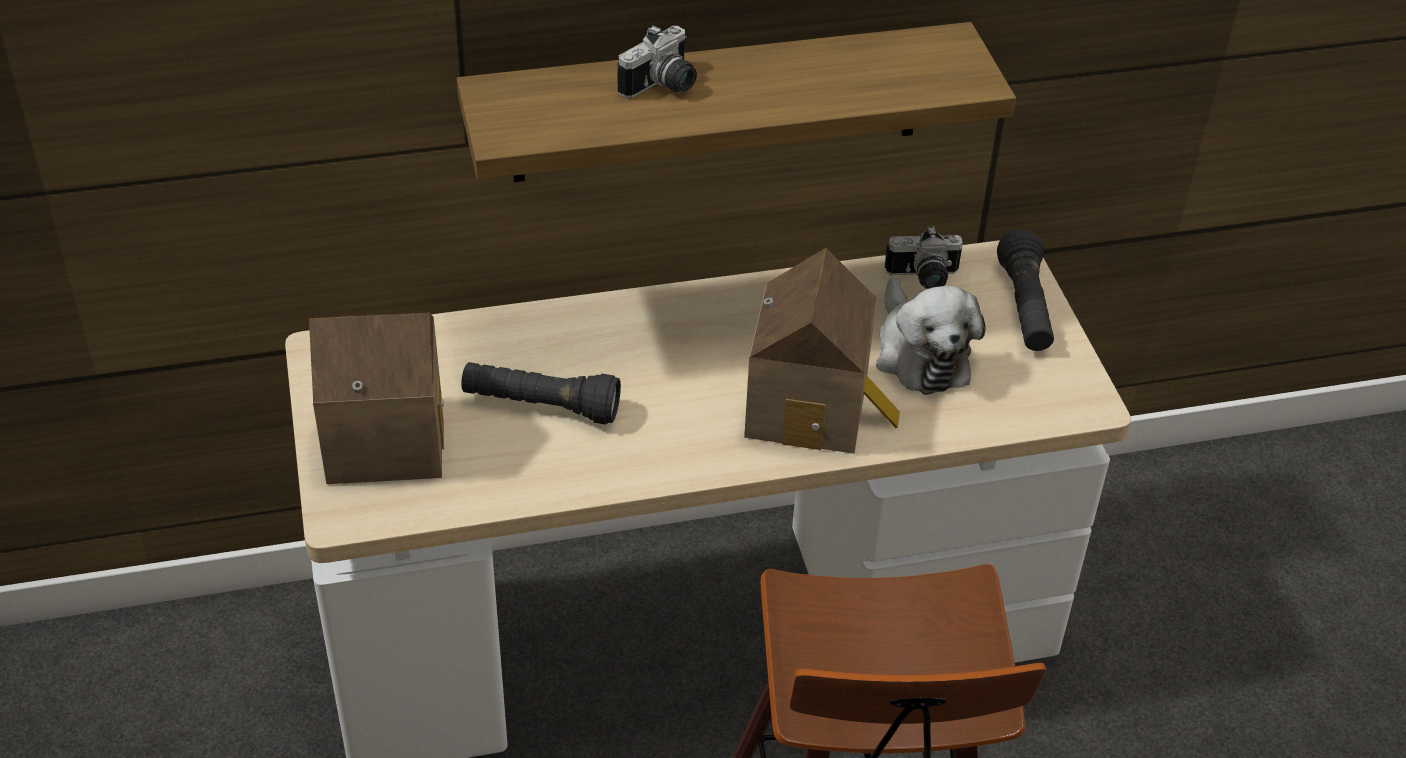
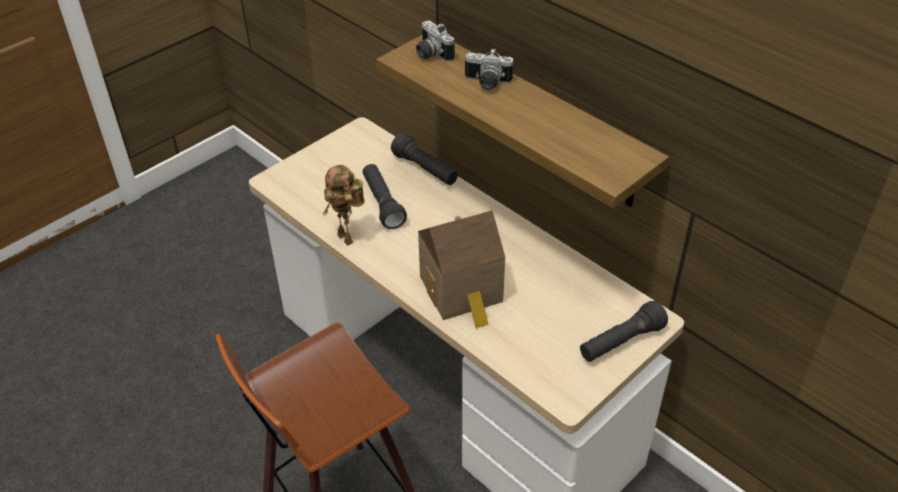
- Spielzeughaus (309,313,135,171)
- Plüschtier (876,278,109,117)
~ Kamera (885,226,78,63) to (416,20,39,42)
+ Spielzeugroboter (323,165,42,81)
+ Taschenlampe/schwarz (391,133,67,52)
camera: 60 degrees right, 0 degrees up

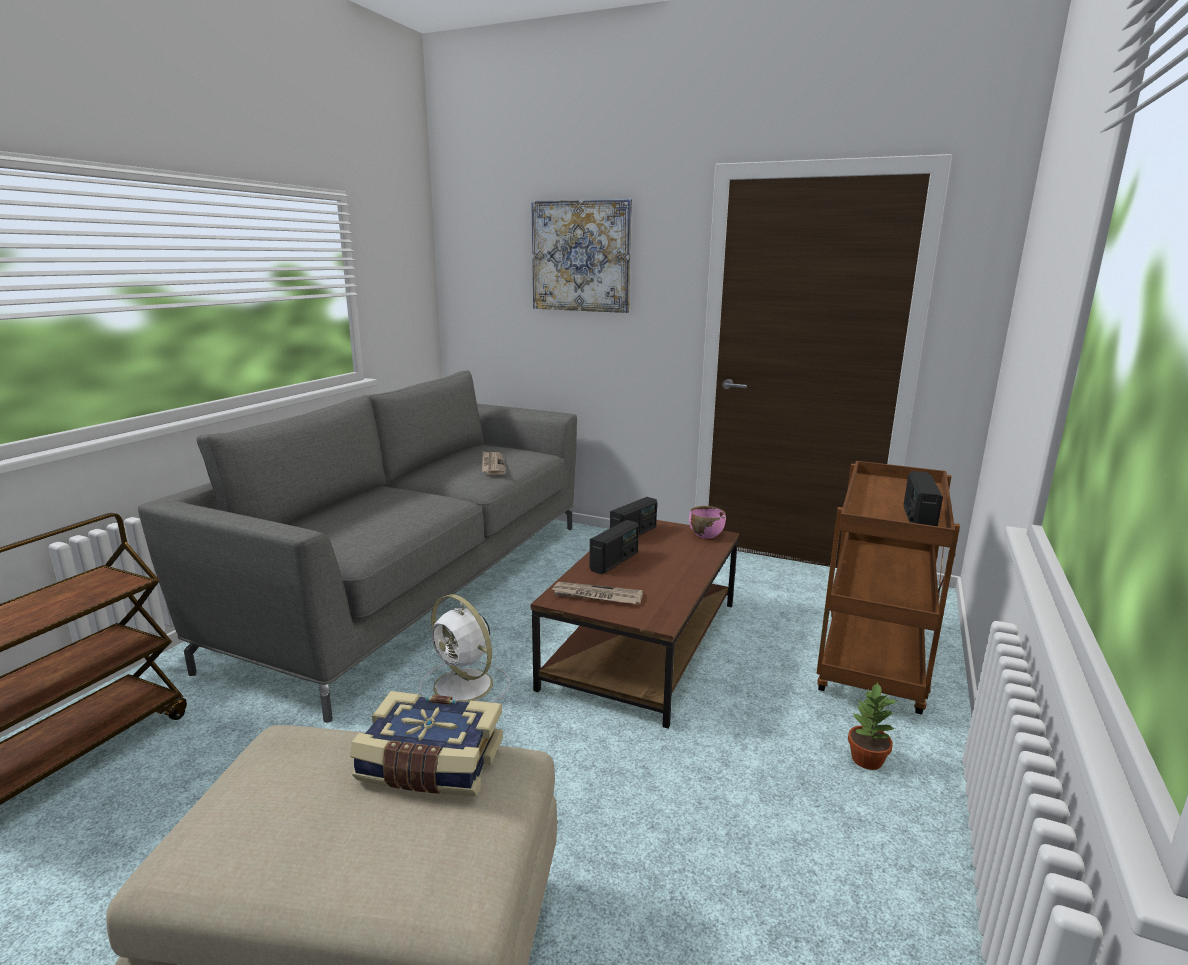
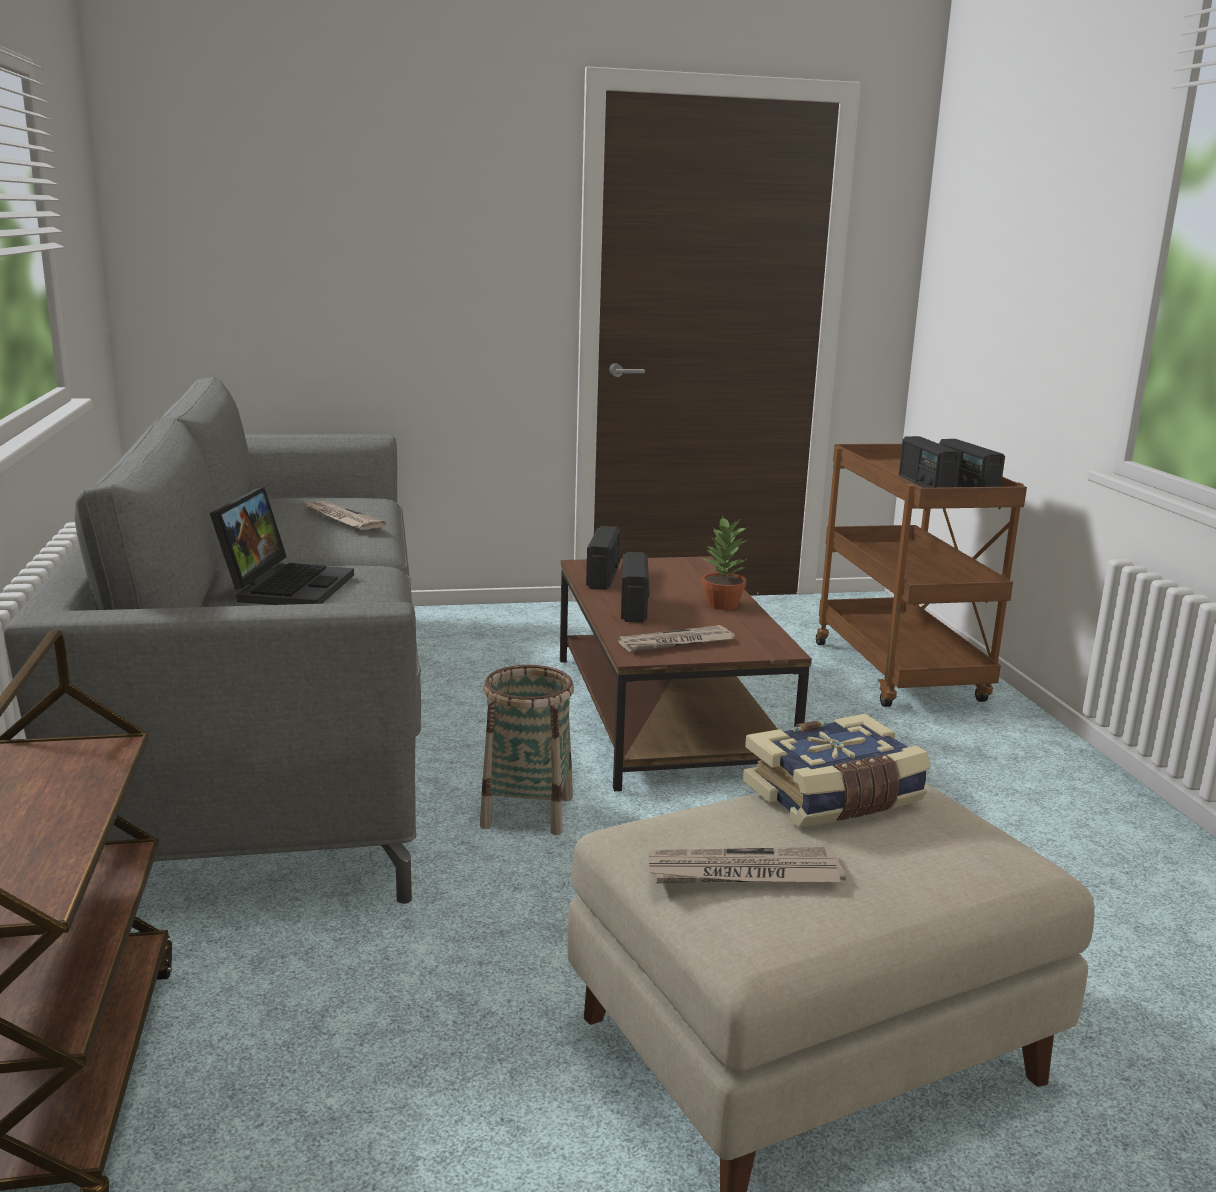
~ Ventilator/weiß (419,594,91,109) to Korb (480,665,94,170)
- Bild (531,199,101,114)
- Schüssel/rosa (689,506,37,33)
~ Topfpflanze (848,682,50,88) to (702,516,45,94)
+ Laptop (210,487,144,118)
+ Zeitung (648,847,198,37)
+ Radio (899,436,62,52)
camera: 35 degrees left, 0 degrees up

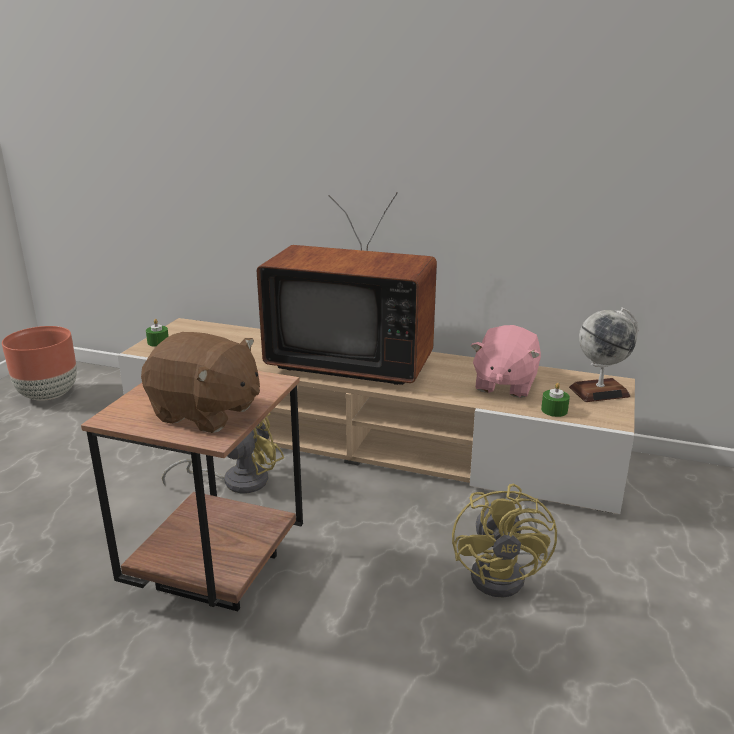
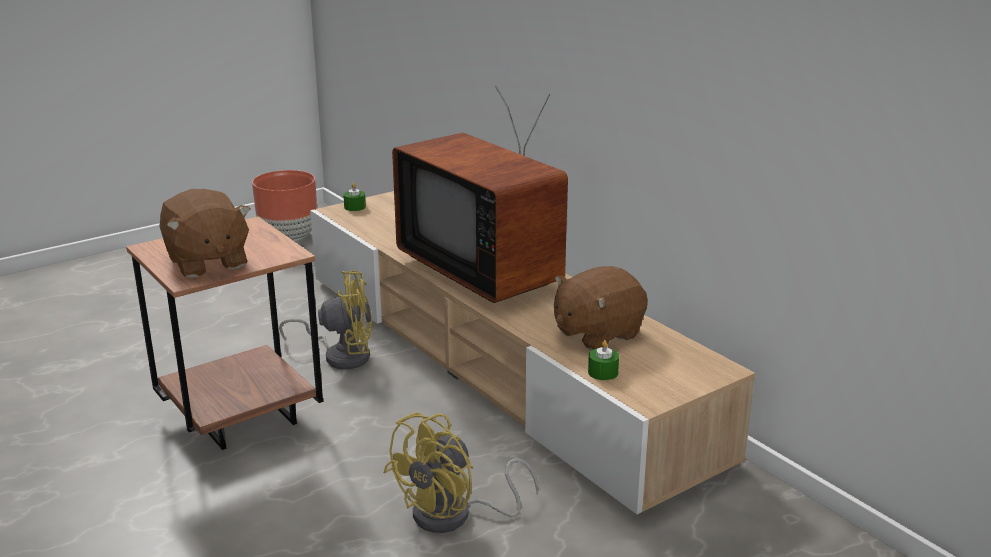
~ Plüschtier/rosa (471,325,70,73) to Plüschtier/braun (554,266,94,84)
- Globus (569,307,69,95)
camera: 35 degrees right, 0 degrees up

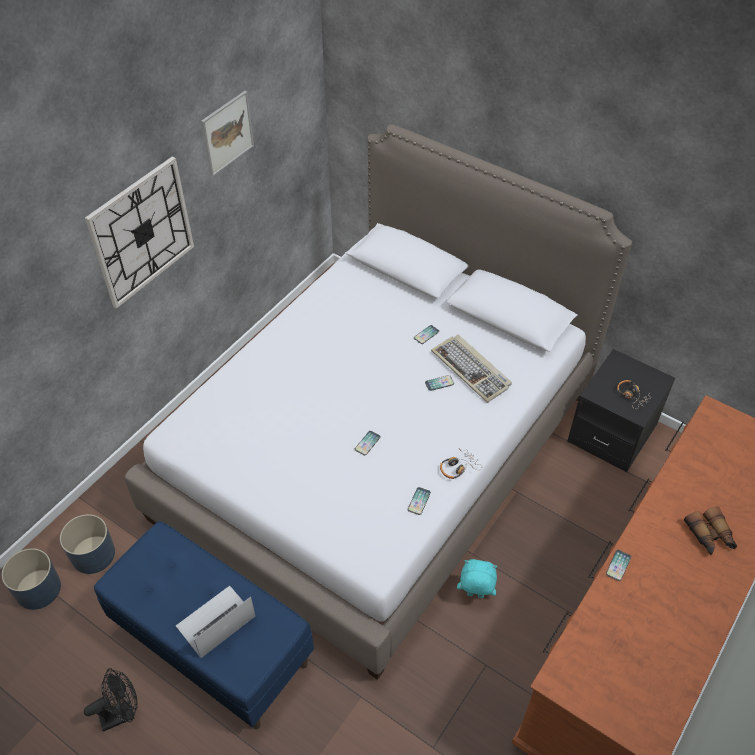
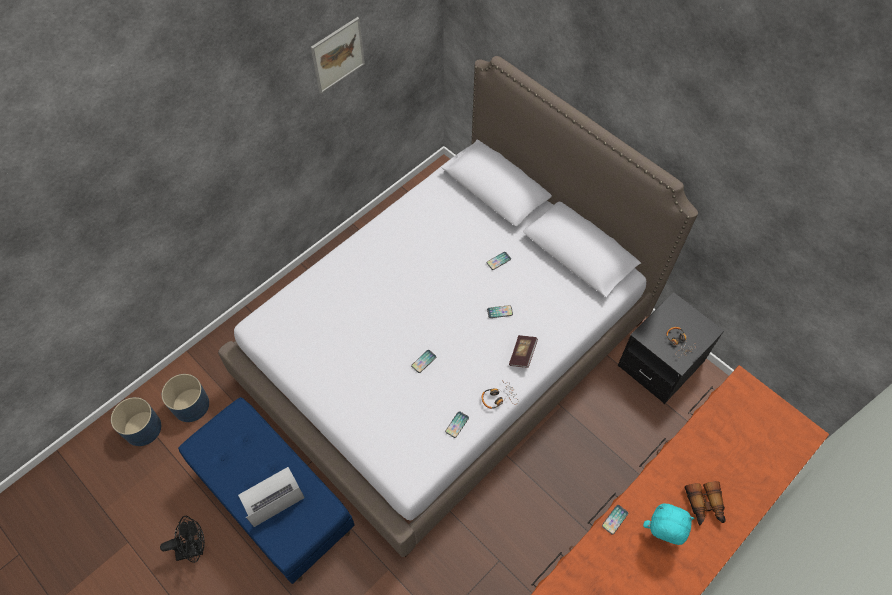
- Wanduhr (85,157,109,152)
- Tastatur (431,335,81,68)
~ Plüschtier/türkis (457,559,40,39) to (643,503,51,42)
+ Buch (509,335,29,33)
camera: 10 degrees right, 10 degrees up

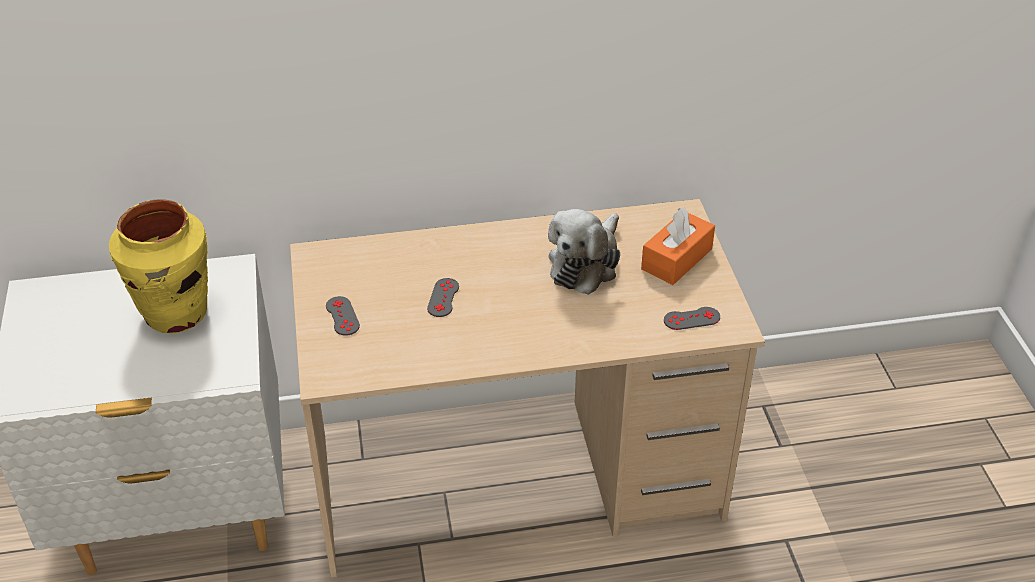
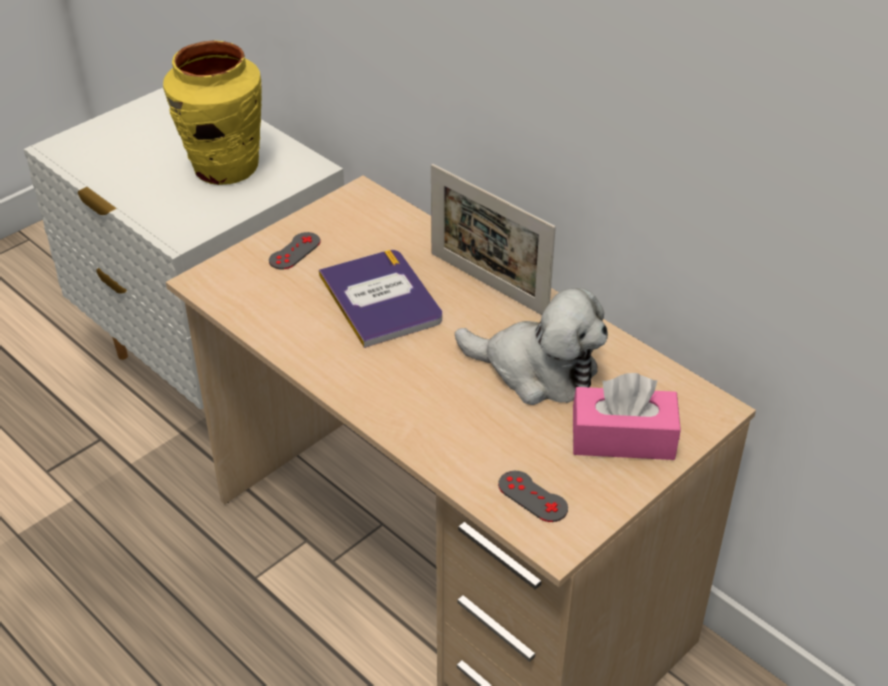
~ Gamepad/grau (427,278,32,39) to Buch (319,250,123,98)
~ Plüschtier (548,209,72,86) = (455,288,153,117) 150 degrees counterclockwise
~ Taschentuchbox/orange (641,208,74,77) to Taschentuchbox/rosa (573,373,108,87)
+ Bilderrahmen (431,164,125,151)
camera: 55 degrees right, 0 degrees up

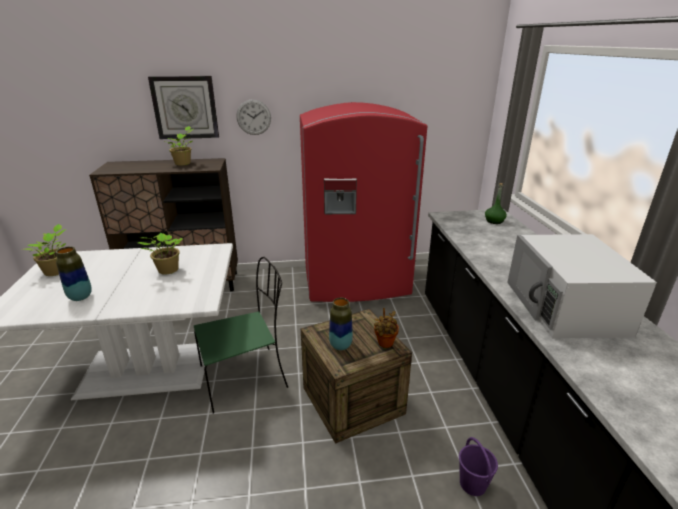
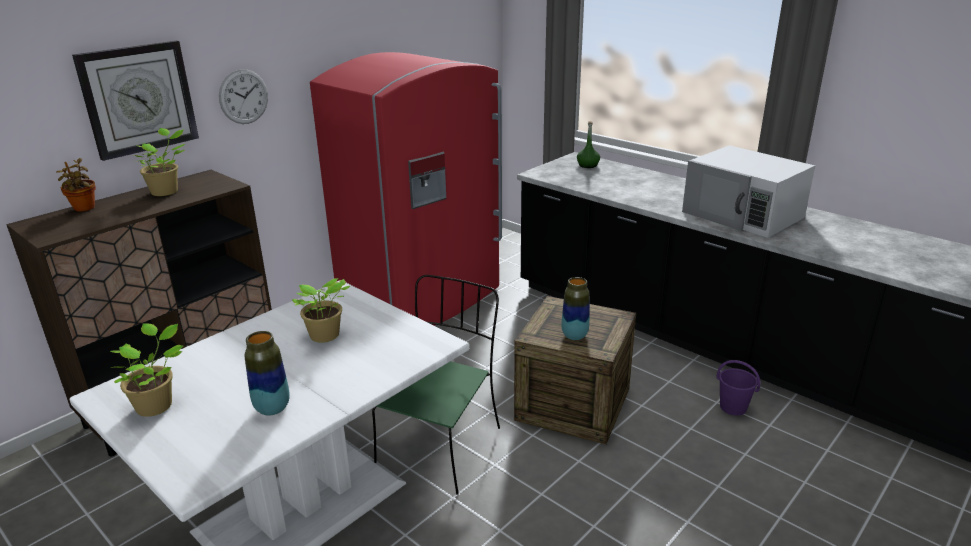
~ Topfpflanze (374,308,25,40) to (56,158,40,53)
camera: 40 degrees left, 0 degrees up

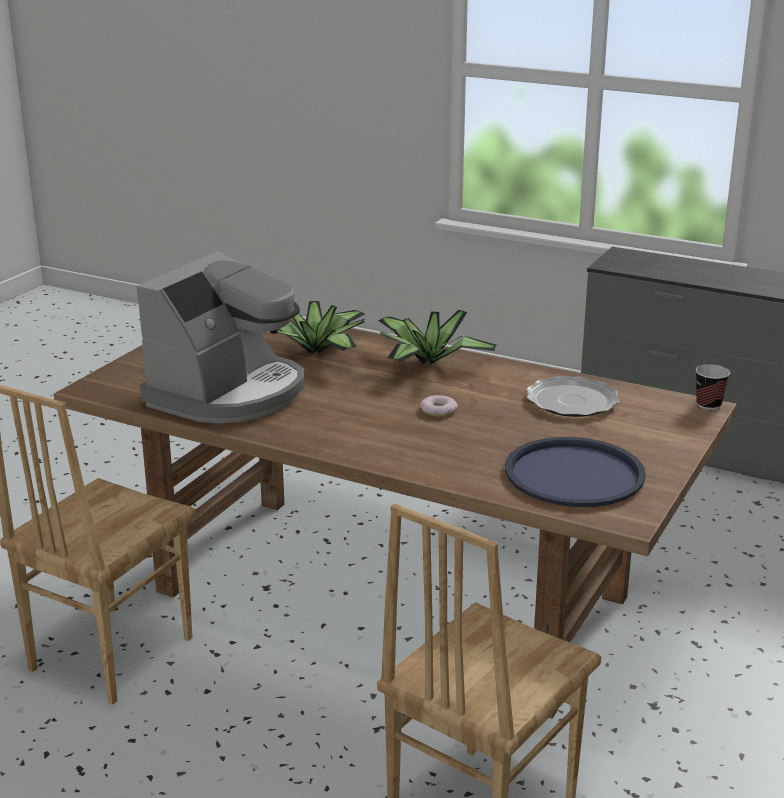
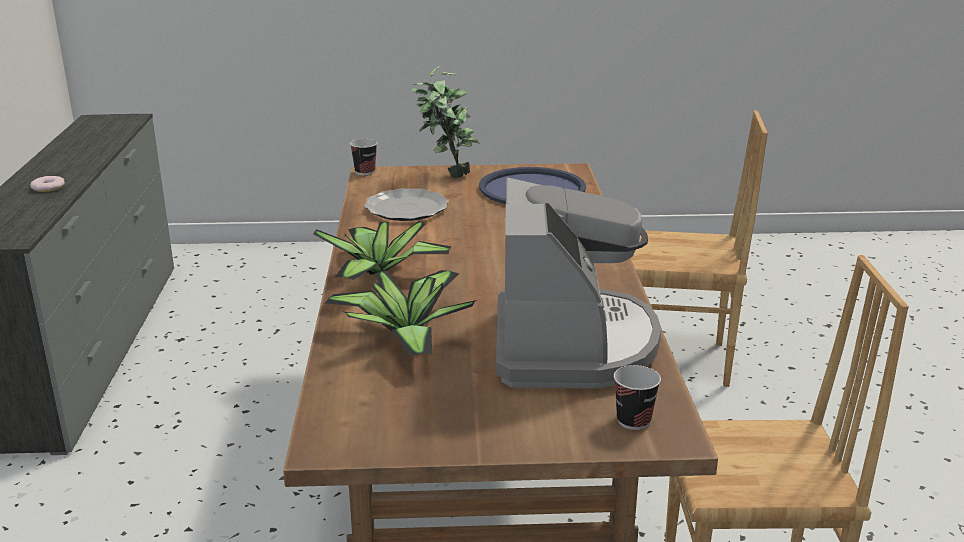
~ Kaffeemaschine (137,251,168,172) = (496,178,165,211) 90 degrees clockwise
~ Donut (420,395,38,21) to (30,176,35,16)
+ Topfpflanze (411,66,69,112)
+ Tasse (614,365,47,65)
camera: 120 degrees left, 0 degrees up

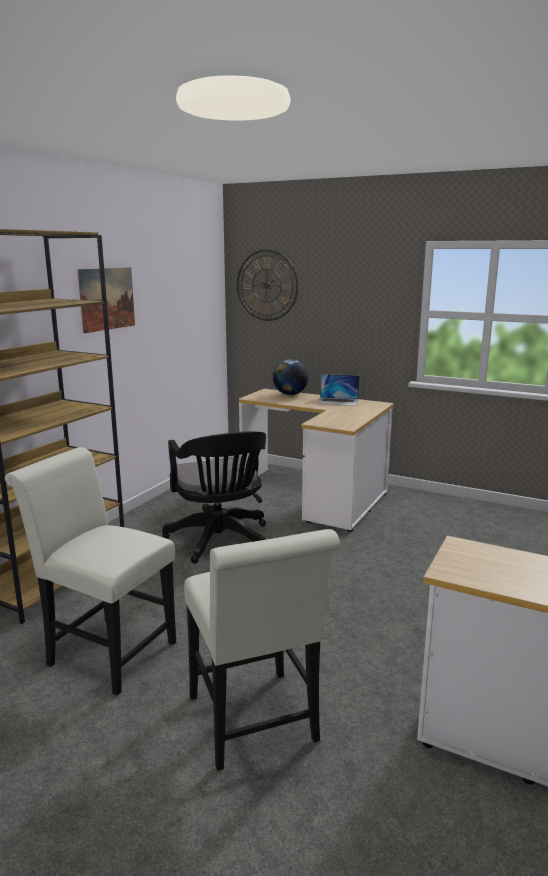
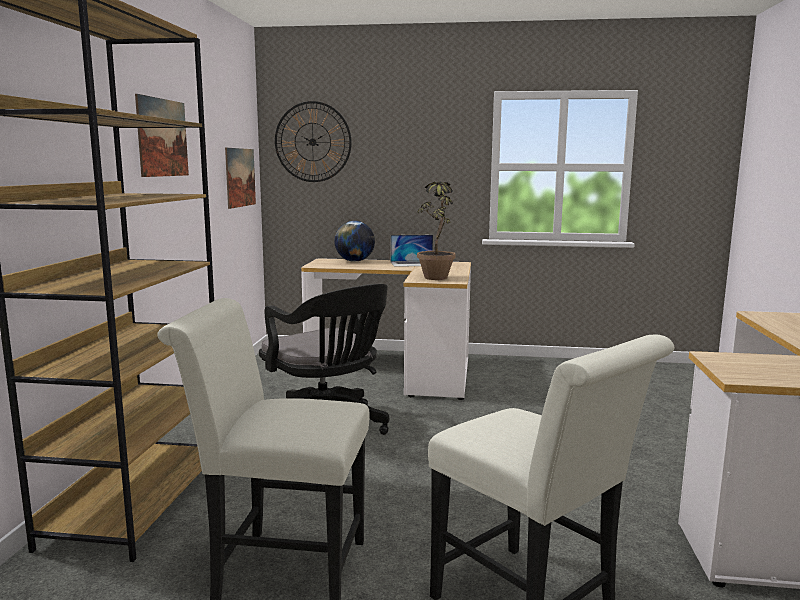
+ Bild (225,148,31,61)
+ Topfpflanze (417,182,39,98)
camera: 20 degrees left, 5 degrees down

